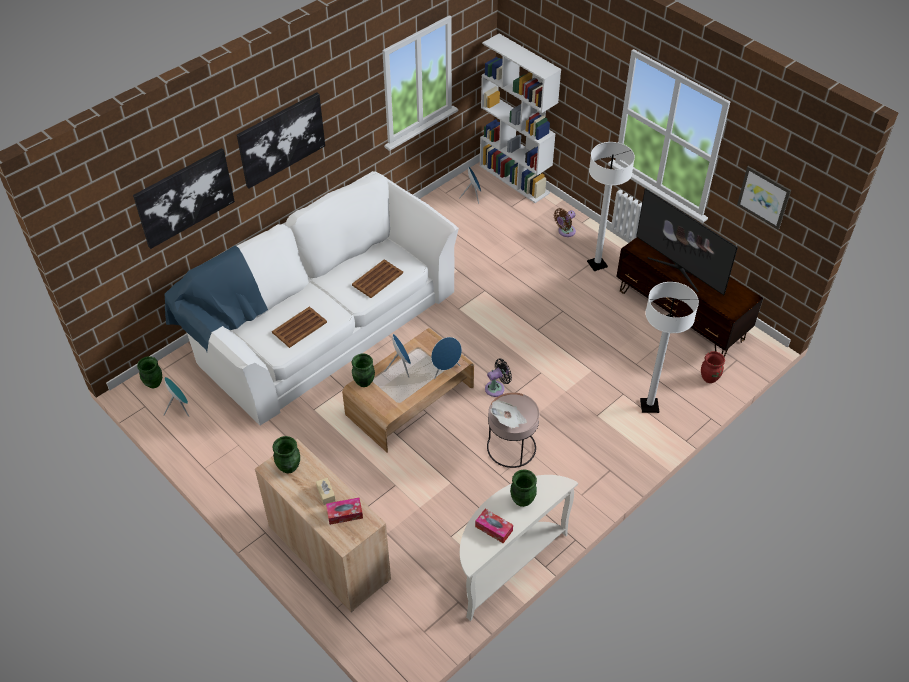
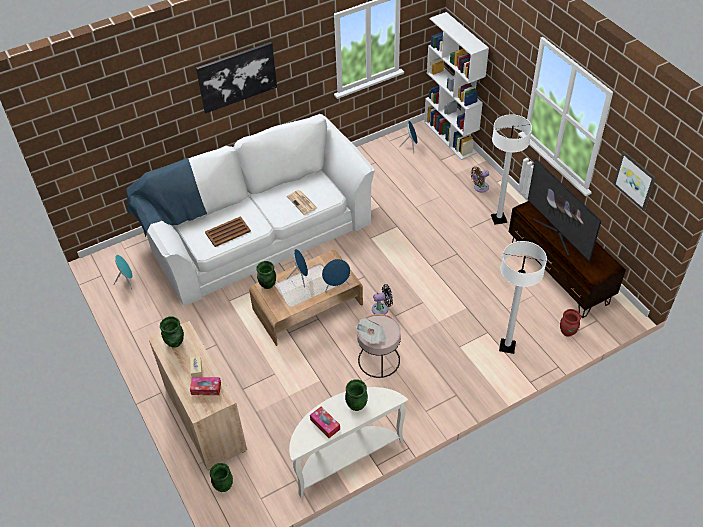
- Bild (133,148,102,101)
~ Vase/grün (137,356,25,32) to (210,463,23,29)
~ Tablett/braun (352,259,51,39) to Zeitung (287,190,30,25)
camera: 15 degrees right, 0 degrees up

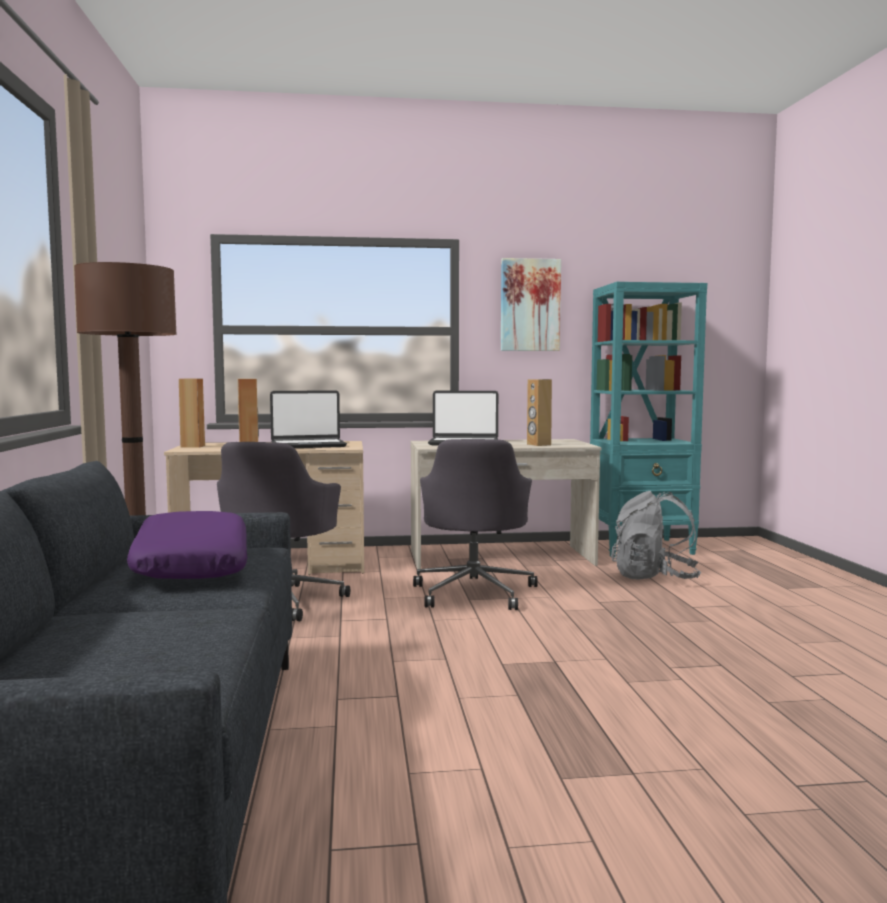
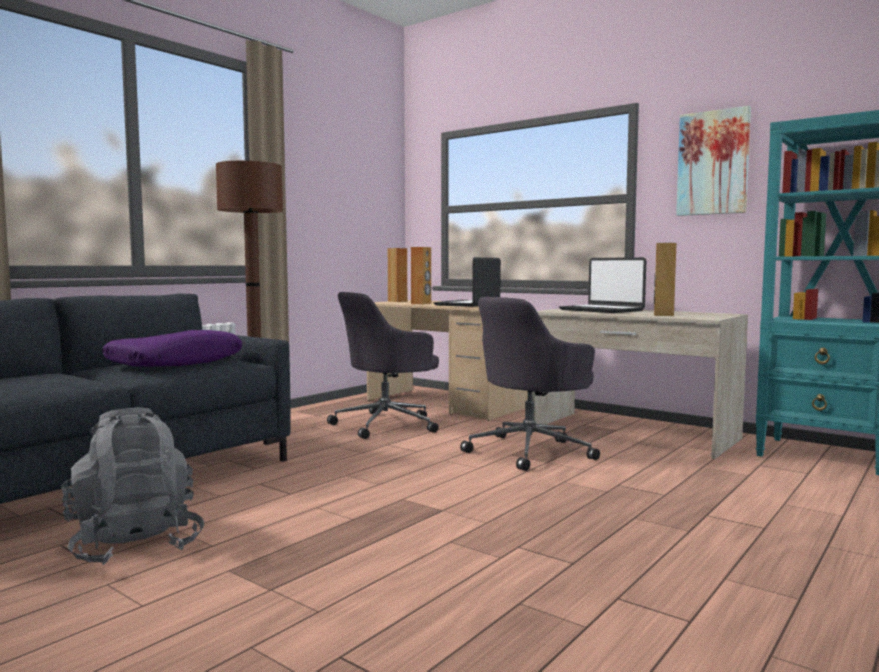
~ Laptop (270,390,77,58) = (433,257,68,50) 90 degrees clockwise
~ Rucksack/grau (611,491,90,88) to (61,407,143,158)
camera: 45 degrees right, 0 degrees up

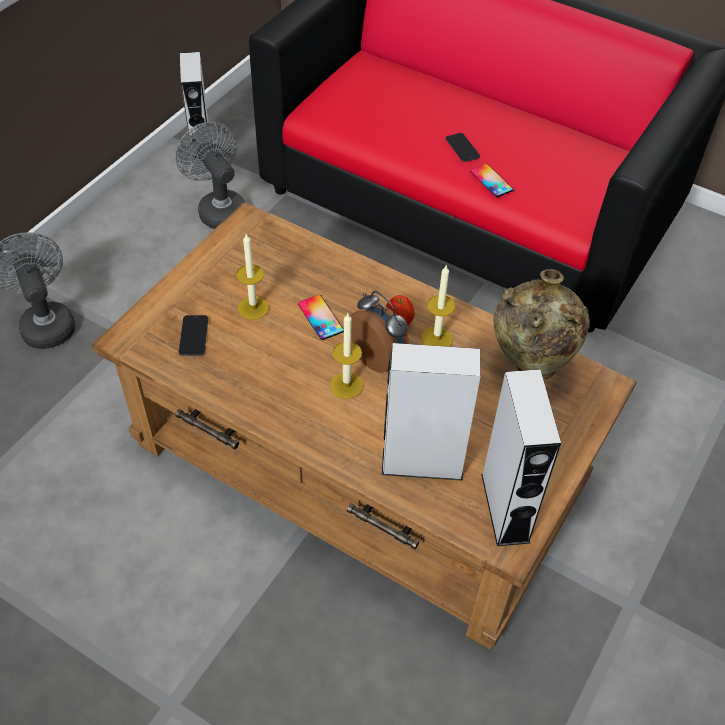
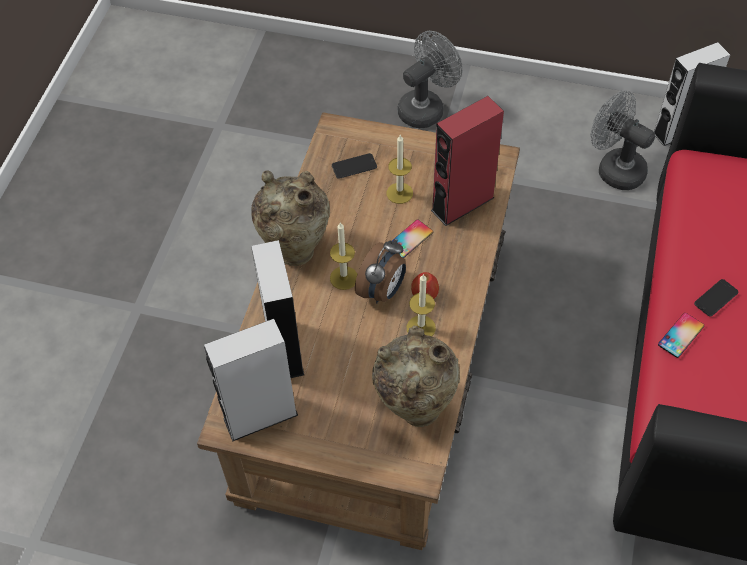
~ Ventilator/grau (175,122,70,107) = (591,91,64,99) 90 degrees counterclockwise
+ Vase/beige (251,170,79,96)
+ Lautsprecher/rot (431,96,73,130)
camera: 75 degrees right, 5 degrees up

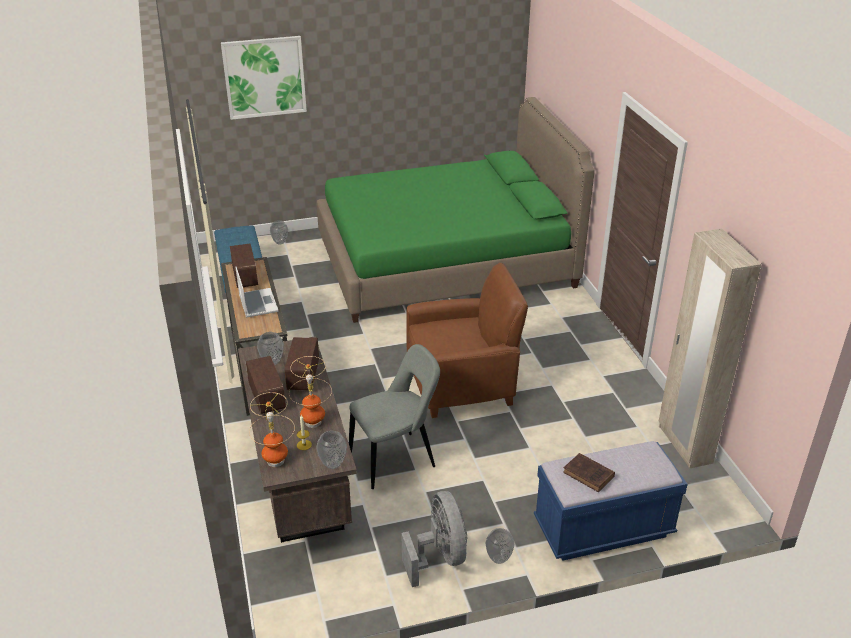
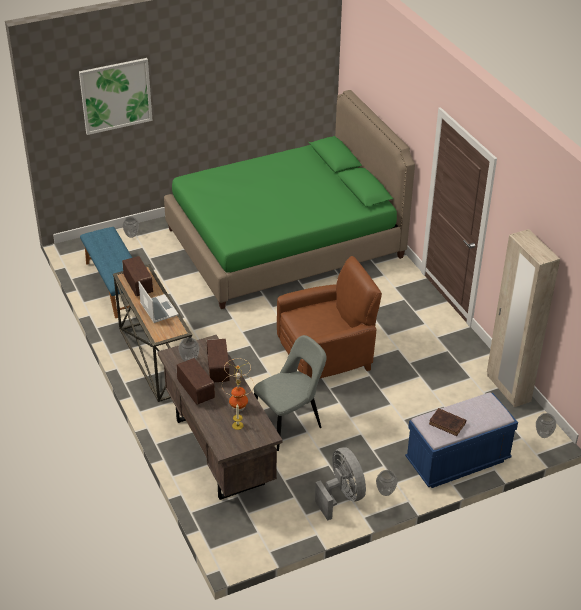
- Tischlampe (249,392,46,76)
~ Vase (316,431,31,38) to (536,413,20,25)
camera: 10 degrees left, 5 degrees up

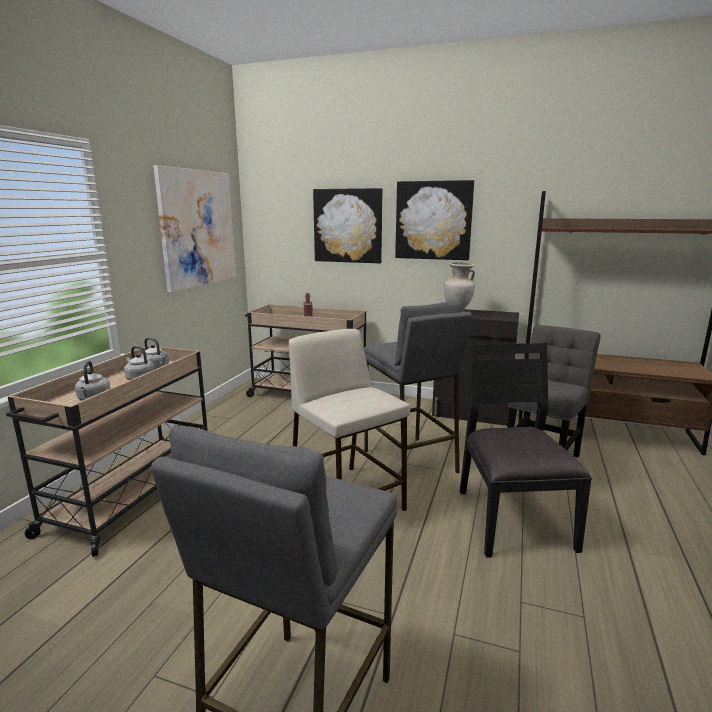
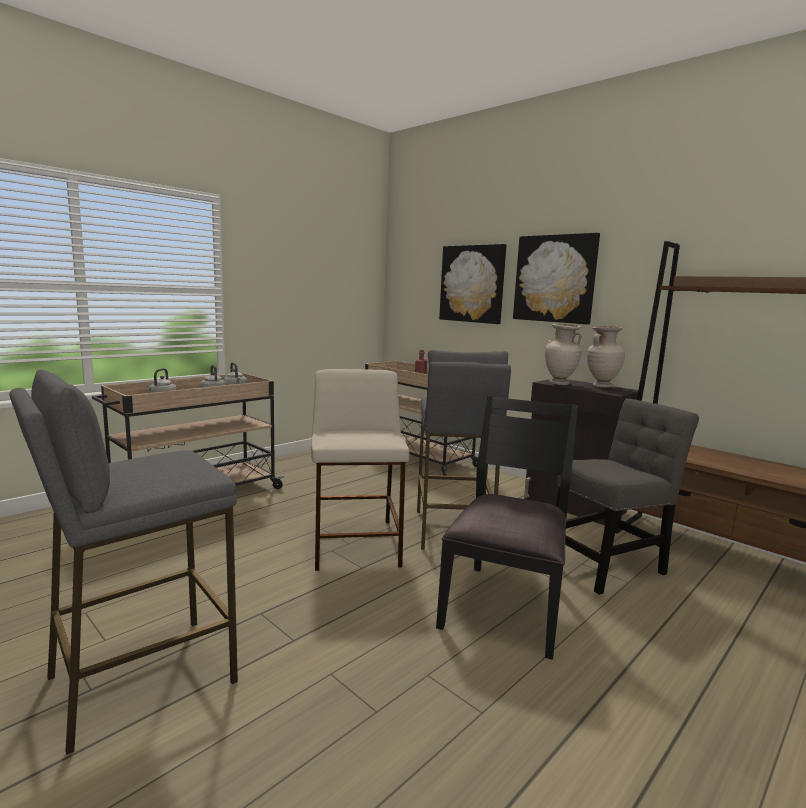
- Bild (153,165,83,127)
+ Vase/beige (587,326,38,62)
camera: 25 degrees right, 5 degrees down

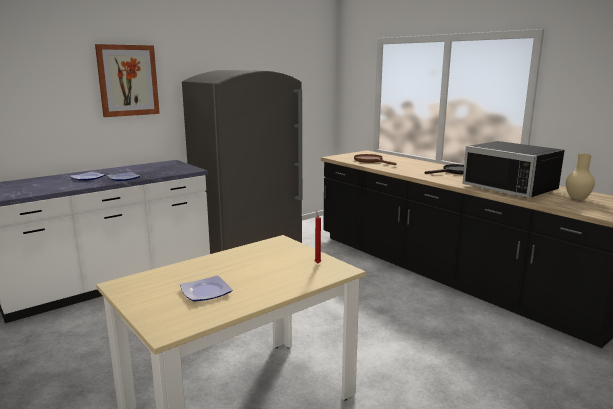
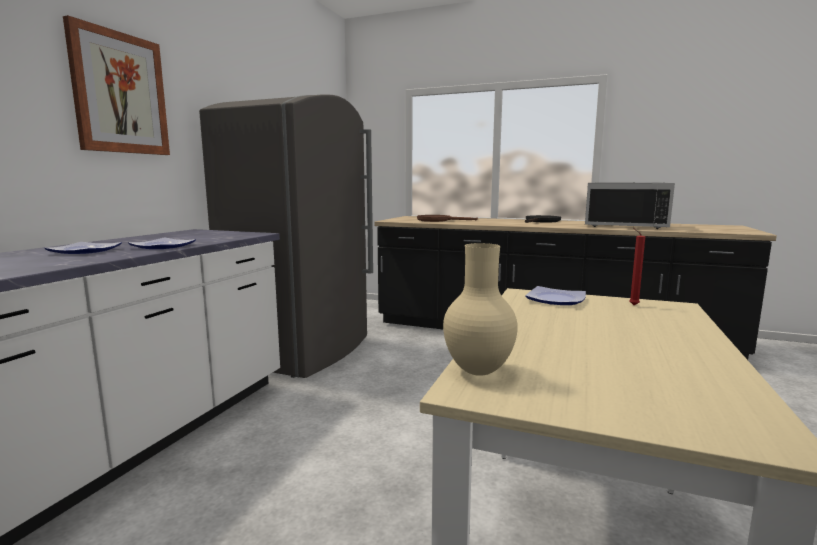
~ Teller (180,275,53,27) to (525,286,61,19)
~ Vase/beige (566,154,29,46) to (443,243,75,133)
camera: 30 degrees left, 5 degrees down

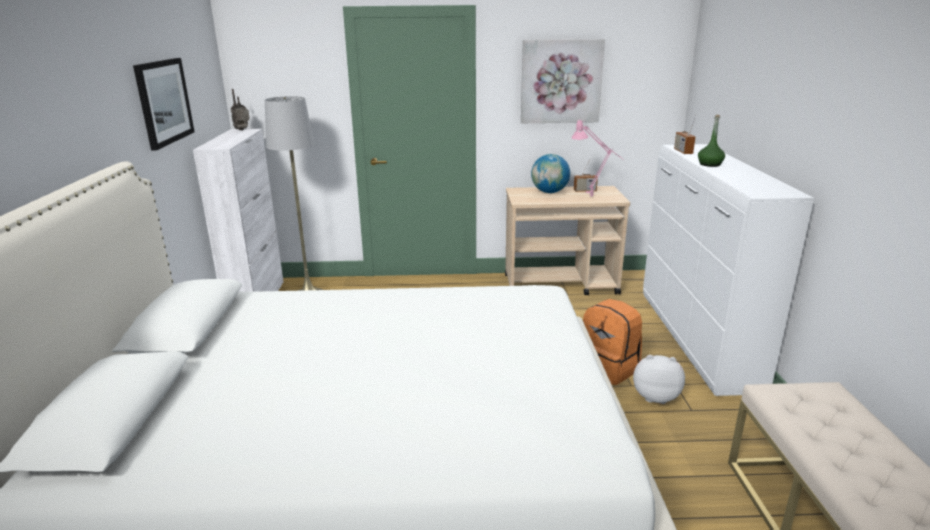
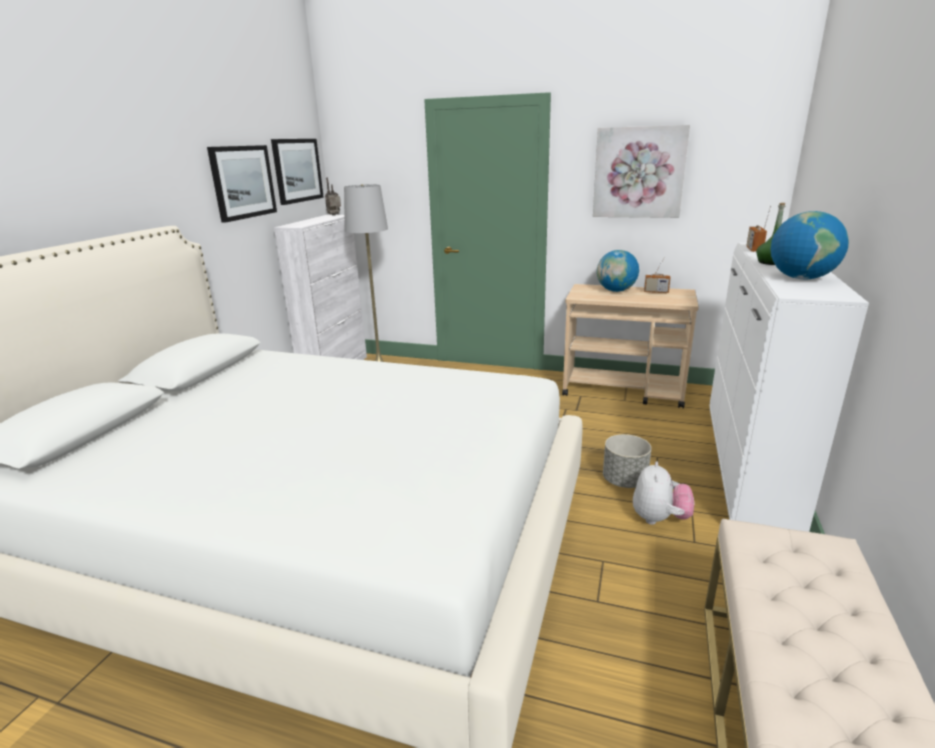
- Tischlampe/rosa (571,120,53,76)
~ Rucksack/orange (583,299,59,86) to Pflanzkübel/grau (603,434,49,54)
~ Plüschtier (633,355,52,49) = (633,461,61,64) 75 degrees clockwise
+ Bild (271,139,53,66)
+ Globus (771,211,78,68)
camera: 20 degrees right, 0 degrees up

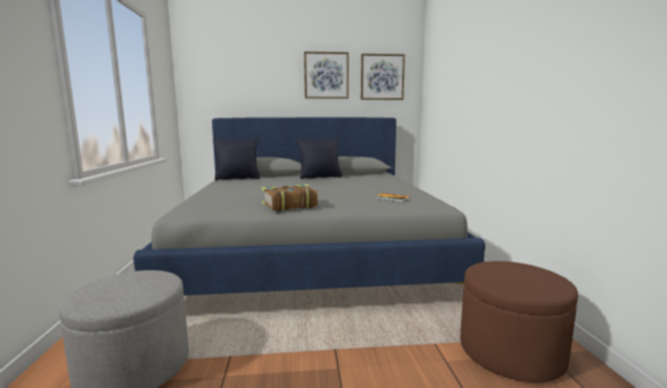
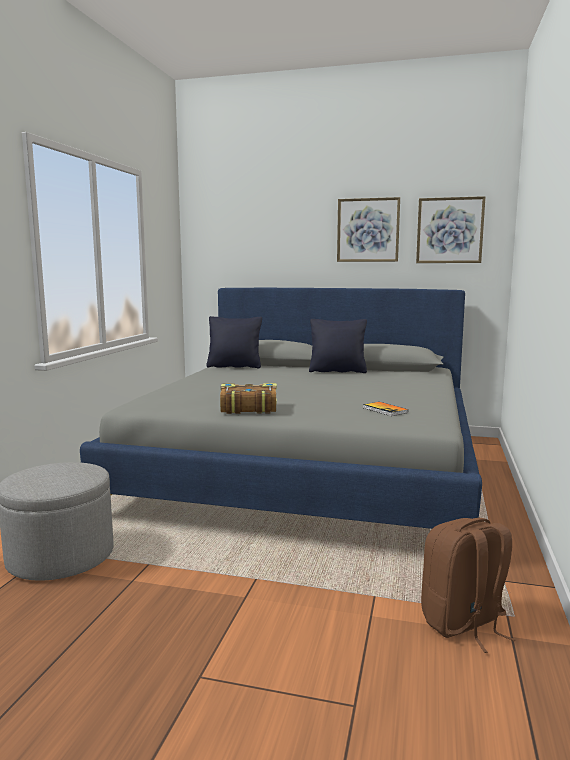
~ Polsterhocker/braun (460,261,118,122) to Rucksack/braun (421,518,95,135)
camera: 20 degrees right, 0 degrees up

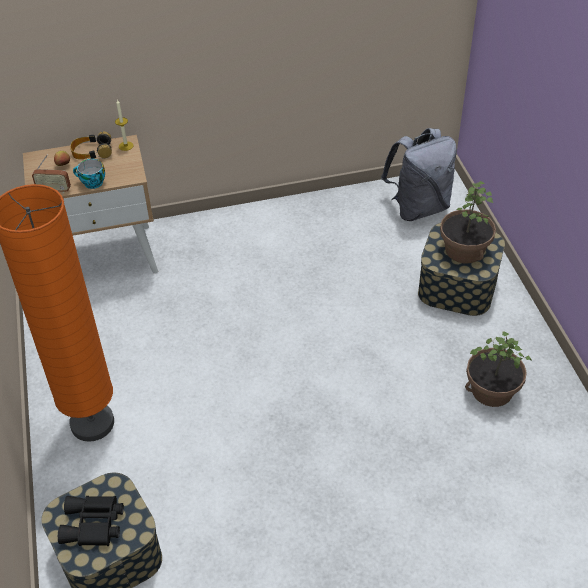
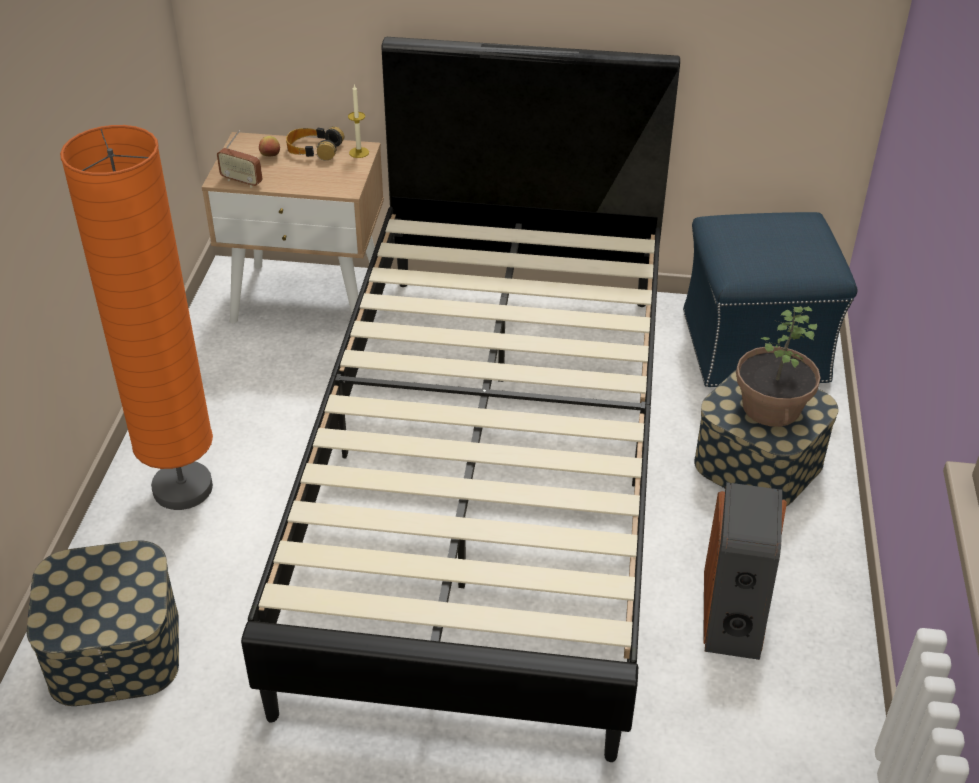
- Fernglas/schwarz (58,496,66,50)
- Tasse (73,159,32,30)
~ Rucksack/grau (381,128,76,93) to Polsterhocker/blau (683,212,175,175)
~ Topfpflanze (465,331,67,76) to Lautsprecher (703,482,84,178)
+ Bett/schwarz (241,37,439,725)
camera: 20 degrees right, 5 degrees down

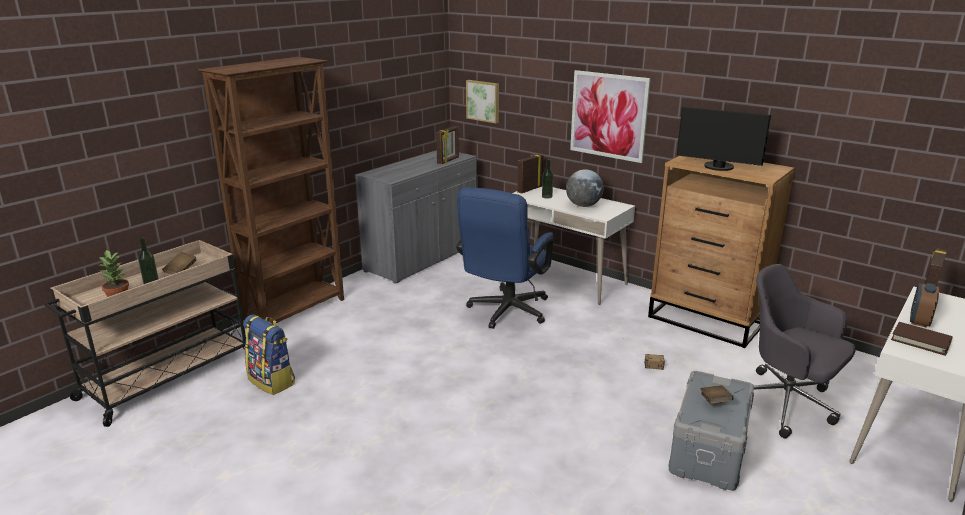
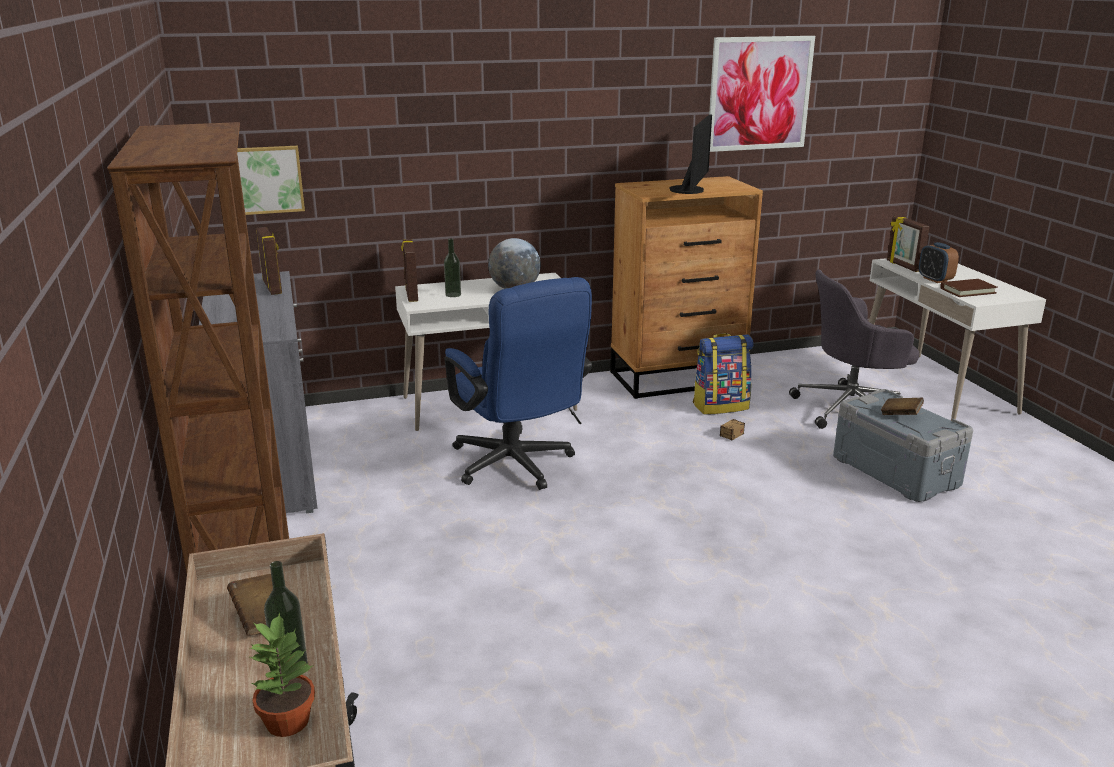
~ Rucksack (243,314,52,81) to (693,333,61,82)
~ Bild (570,70,81,93) to (709,36,106,116)
~ Monitor (677,107,94,64) = (669,114,43,80) 45 degrees counterclockwise
camera: 55 degrees left, 0 degrees up

